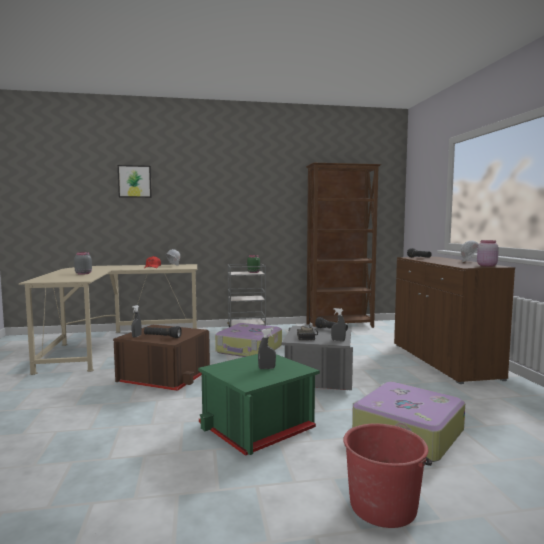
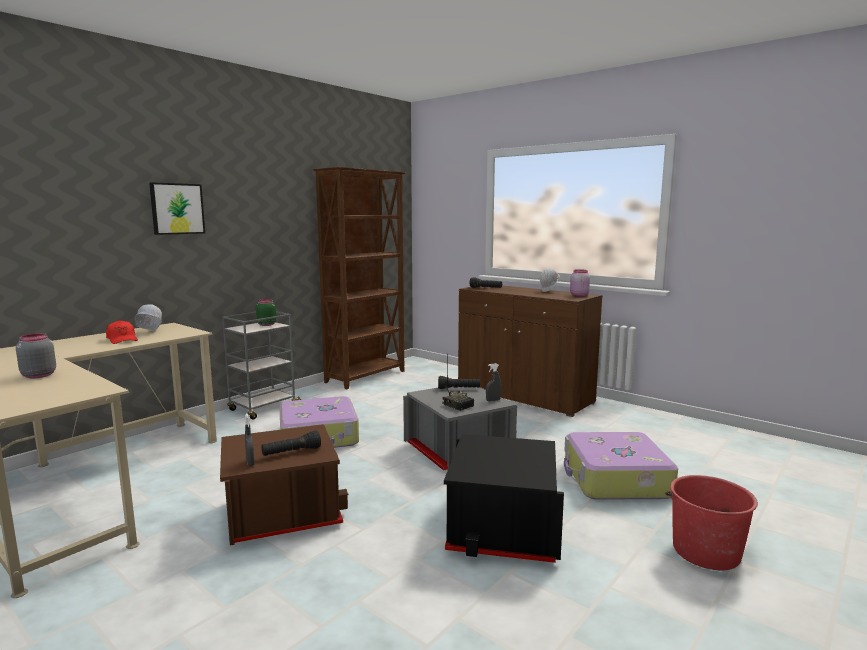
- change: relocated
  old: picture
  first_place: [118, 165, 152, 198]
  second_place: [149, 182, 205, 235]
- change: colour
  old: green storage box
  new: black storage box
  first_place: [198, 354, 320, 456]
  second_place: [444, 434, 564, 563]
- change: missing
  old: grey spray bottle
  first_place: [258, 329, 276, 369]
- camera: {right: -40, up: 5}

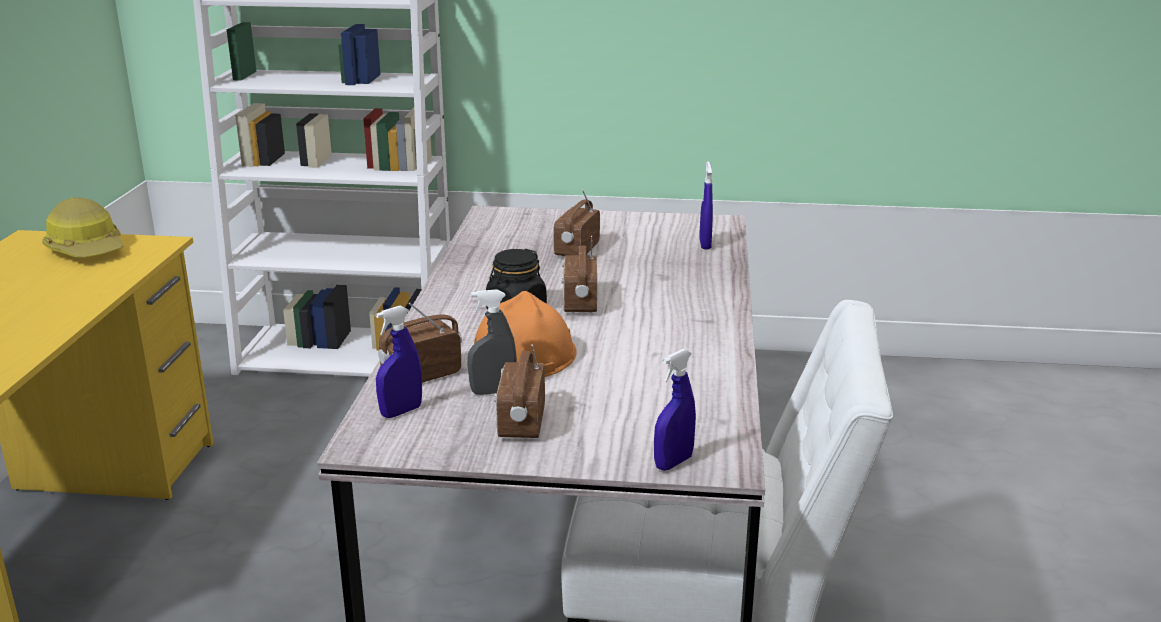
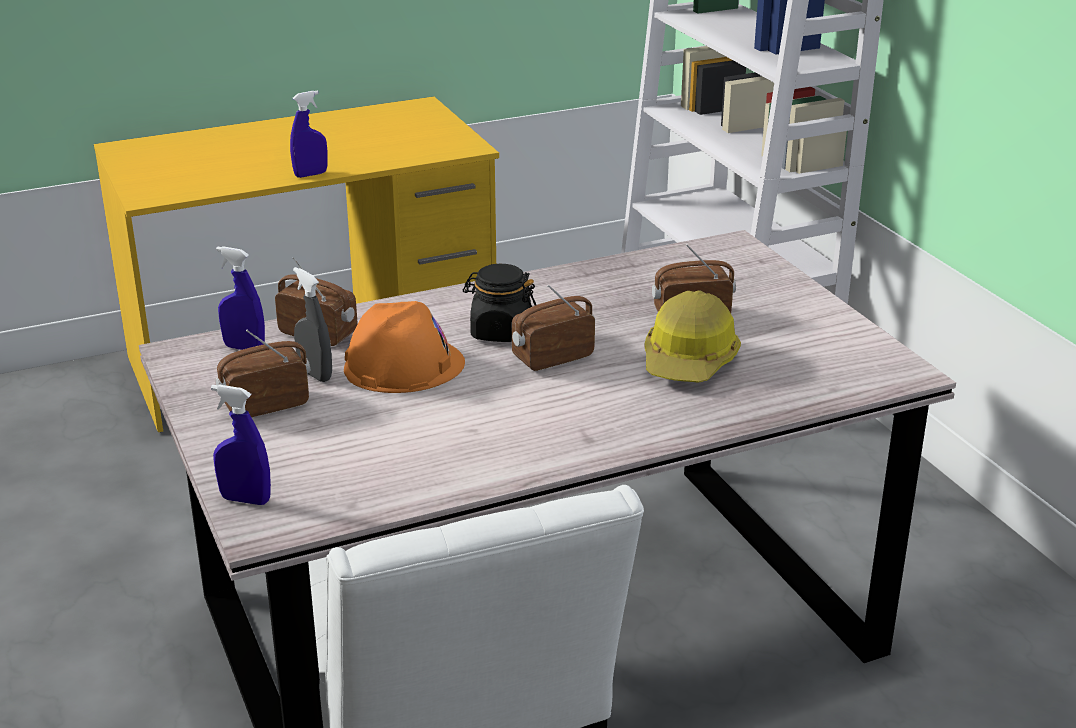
- change: relocated
  old: hard hat
  first_place: [42, 197, 123, 258]
  second_place: [644, 291, 741, 383]
- change: relocated
  old: blue spray bottle
  first_place: [699, 161, 713, 249]
  second_place: [290, 90, 327, 178]
- camera: {right: 60, up: 5}

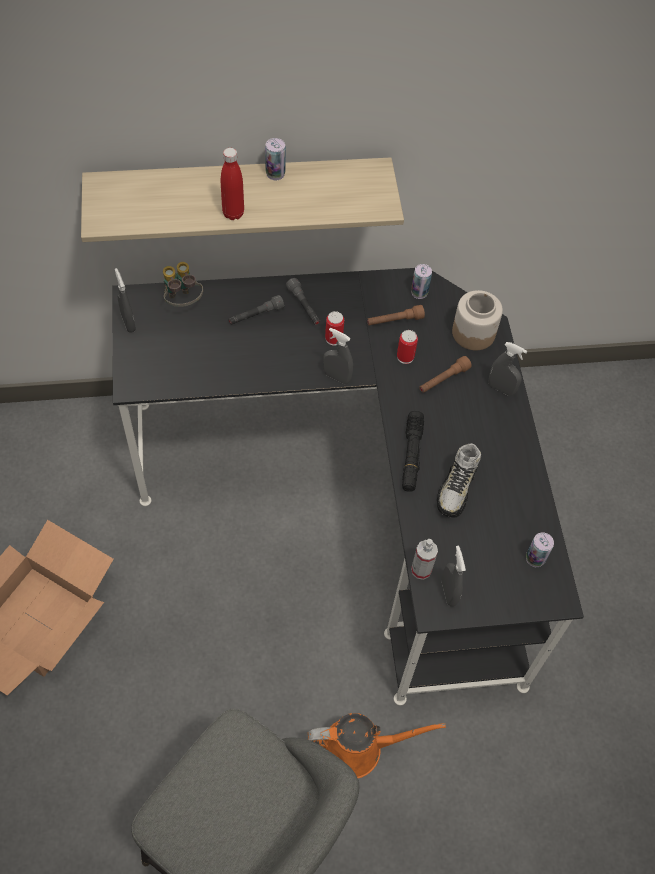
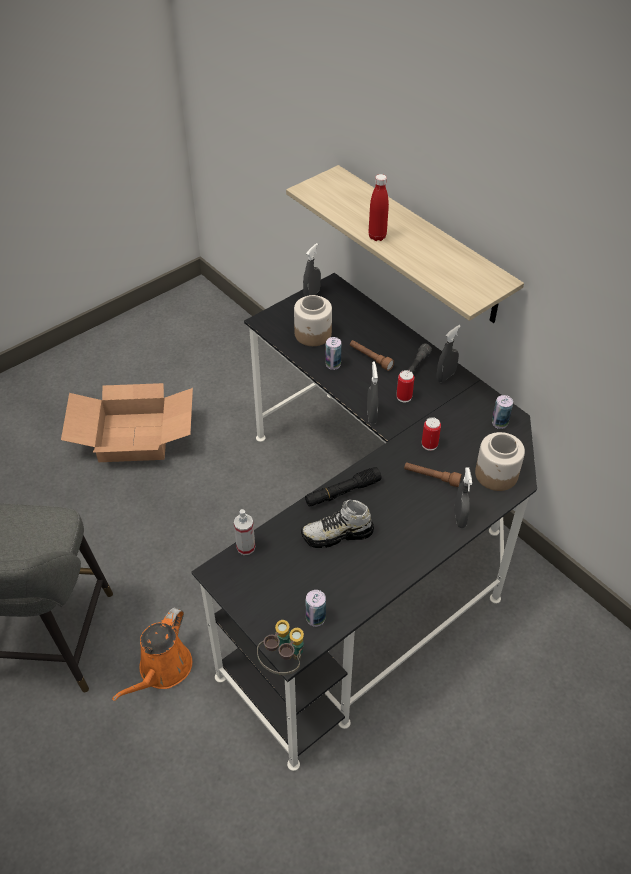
- change: relocated
  old: binoculars
  first_place: [163, 262, 203, 307]
  second_place: [257, 620, 304, 675]
- change: missing
  old: grey flashlight
  first_place: [228, 295, 284, 325]
- change: relocated
  old: can
  first_place: [265, 138, 286, 180]
  second_place: [325, 337, 342, 370]
- change: spun
  old: orange watering can
  first_place: [308, 713, 446, 778]
  second_place: [112, 607, 192, 701]
  degrees: 60
- change: relocated
  old: brown flashlight
  first_place: [367, 305, 425, 325]
  second_place: [350, 340, 394, 371]
- change: relocated
  old: grey spray bottle
  first_place: [442, 546, 466, 607]
  second_place: [436, 325, 461, 382]
- change: appeared
  new: jar
  second_place: [294, 295, 332, 346]
- camera: {right: 60, up: -10}

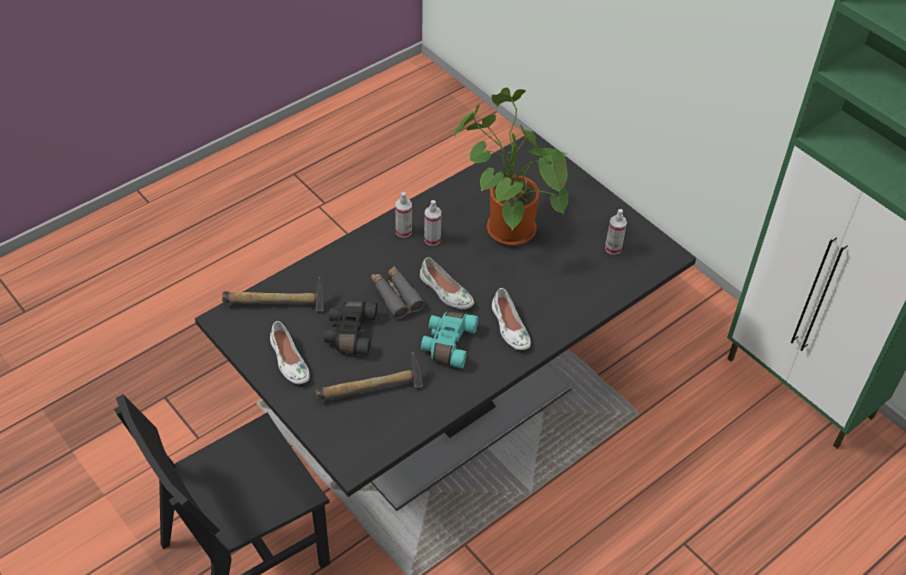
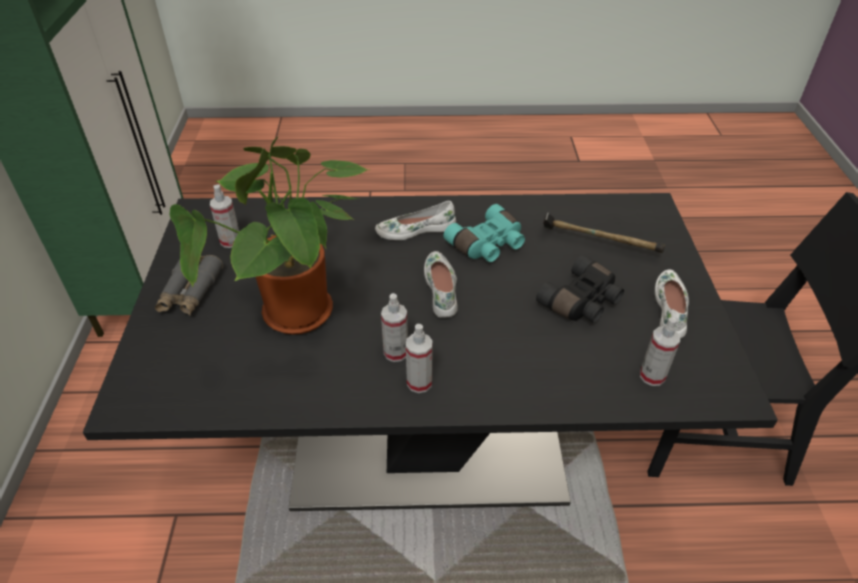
- change: exchanged
  old: hammer
  new: spray bottle
  first_place: [222, 277, 324, 311]
  second_place: [640, 317, 680, 386]
- change: relocated
  old: grey binoculars
  first_place: [371, 266, 425, 319]
  second_place: [155, 255, 223, 316]
- change: spun
  old: white shoe
  first_place: [492, 288, 531, 350]
  second_place: [375, 201, 456, 240]
  degrees: -120
- camera: {right: -140, up: -5}

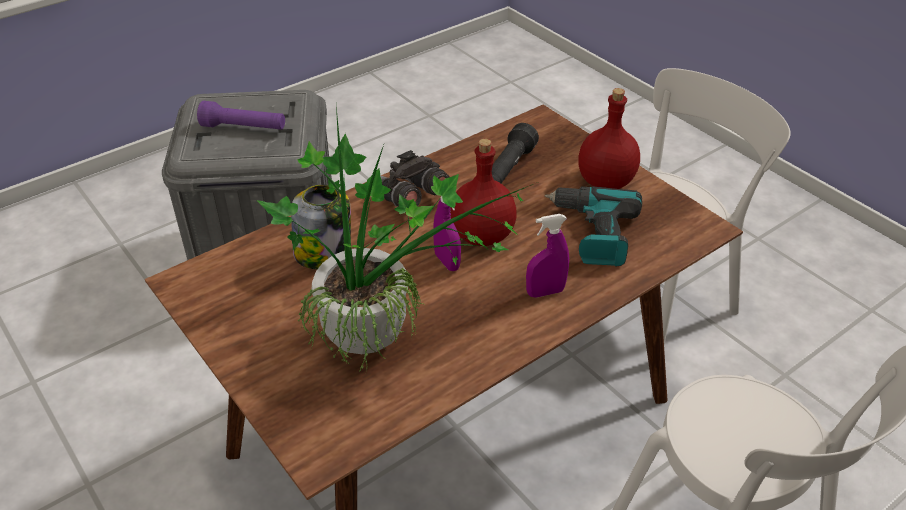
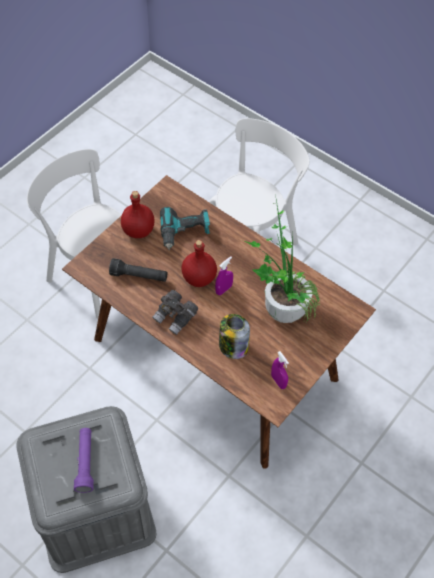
- change: relocated
  old: purple spray bottle
  first_place: [526, 214, 569, 298]
  second_place: [271, 351, 289, 389]
- camera: {right: -105, up: 15}

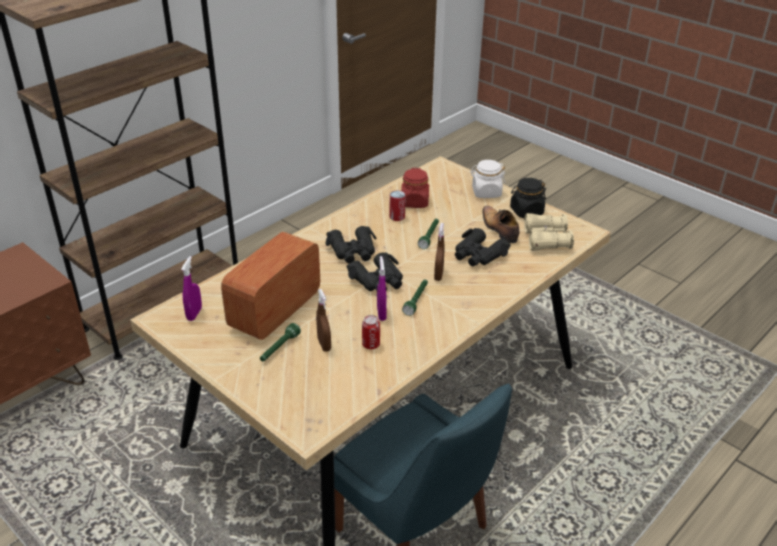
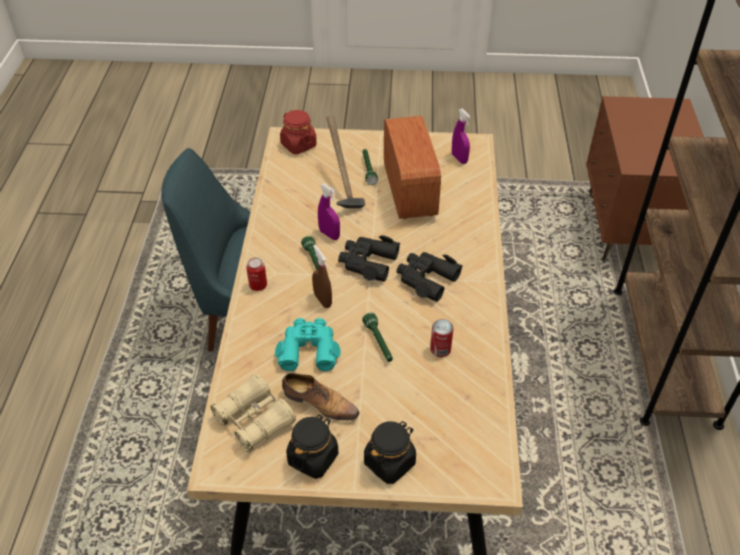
- change: exchanged
  old: brown spray bottle
  new: hammer
  first_place: [316, 289, 331, 352]
  second_place: [327, 115, 366, 208]
- change: relocated
  old: can
  first_place: [362, 315, 380, 349]
  second_place: [246, 257, 267, 291]
- change: relocated
  old: red jar
  first_place: [401, 168, 429, 208]
  second_place: [280, 110, 317, 154]
- change: colour
  old: black binoculars
  new: turquoise binoculars
  first_place: [455, 228, 511, 266]
  second_place: [275, 318, 341, 371]
- change: colour
  old: white jar
  new: black jar
  first_place: [470, 160, 505, 198]
  second_place: [364, 421, 416, 484]
- camera: {right: 140, up: 10}

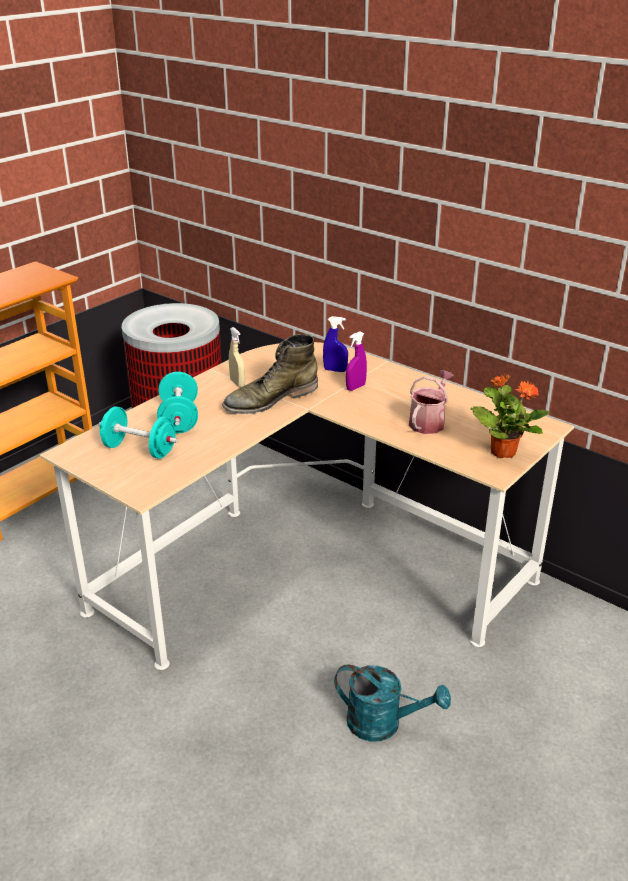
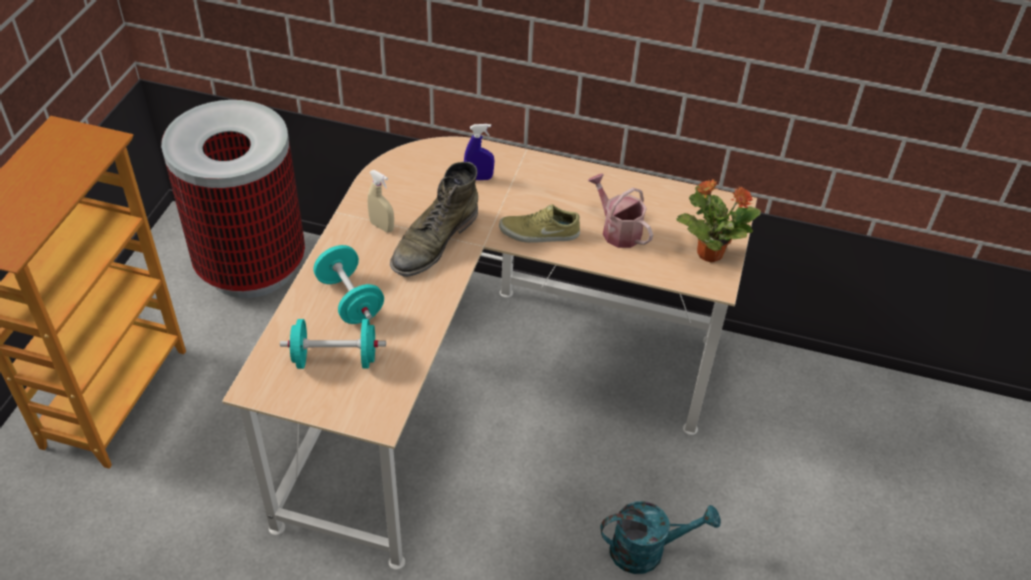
- change: missing
  old: purple spray bottle
  first_place: [346, 331, 367, 391]
- change: spun
  old: watering can
  first_place: [409, 370, 454, 434]
  second_place: [587, 174, 653, 248]
  degrees: -45
- change: appeared
  new: beige shoe
  second_place: [499, 204, 580, 243]
- camera: {right: -25, up: 15}

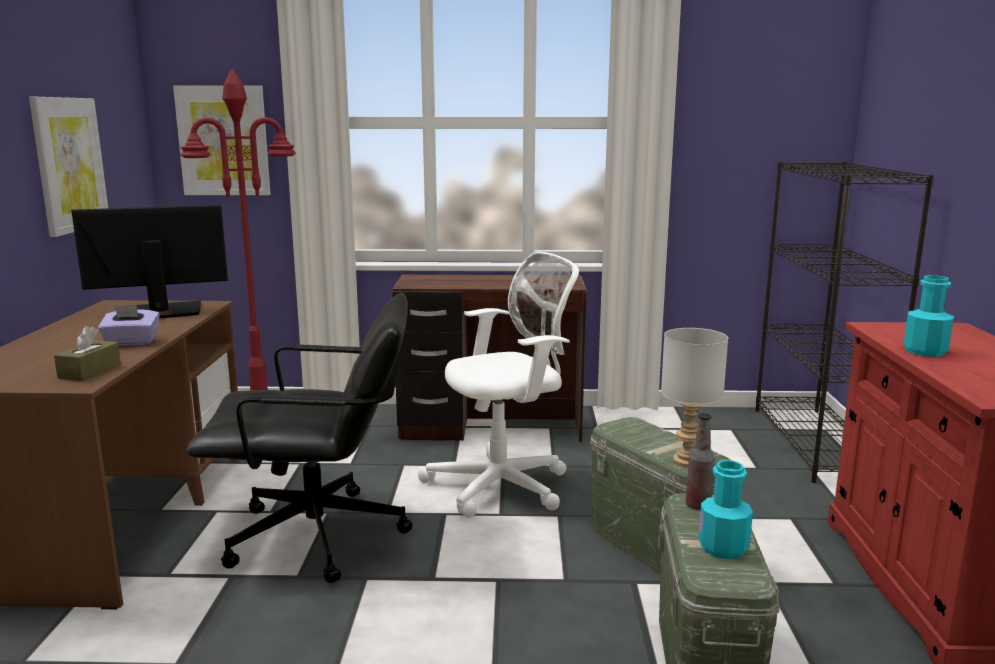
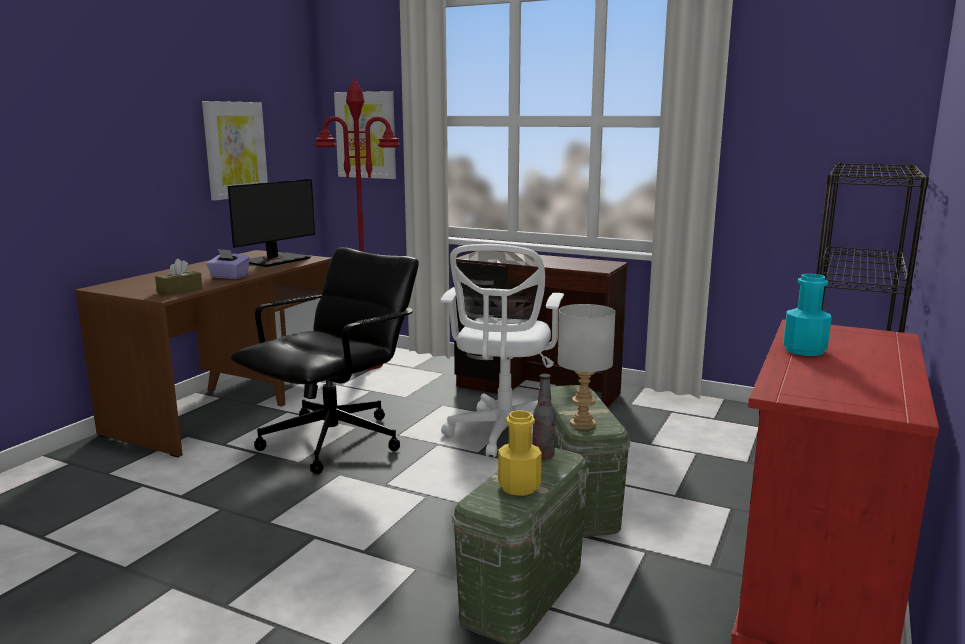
- change: spun
  old: monitor
  first_place: [71, 205, 228, 318]
  second_place: [228, 179, 315, 267]
  degrees: 120
- change: spun
  old: black office chair
  first_place: [187, 293, 412, 583]
  second_place: [231, 247, 419, 474]
  degrees: -75
- change: spun
  old: white office chair
  first_place: [418, 252, 579, 518]
  second_place: [440, 244, 564, 457]
  degrees: 105
- change: colour
  old: turquoise bottle
  new: yellow bottle
  first_place: [698, 460, 753, 559]
  second_place: [498, 410, 542, 496]
- camera: {right: 25, up: 0}

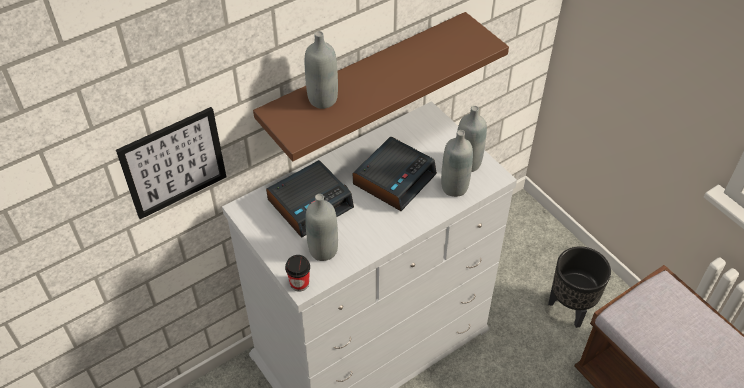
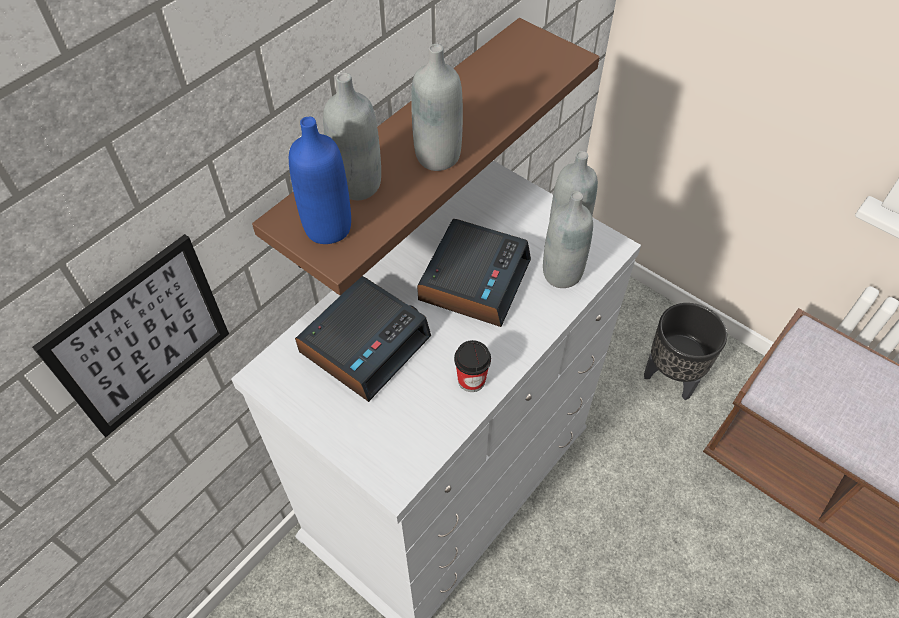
- change: relocated
  old: cup
  first_place: [285, 255, 310, 292]
  second_place: [454, 340, 491, 392]
- change: relocated
  old: grey bottle
  first_place: [305, 194, 338, 261]
  second_place: [411, 44, 463, 171]
- change: appeared
  new: blue bottle
  second_place: [289, 117, 351, 244]
- camera: {right: -15, up: 5}

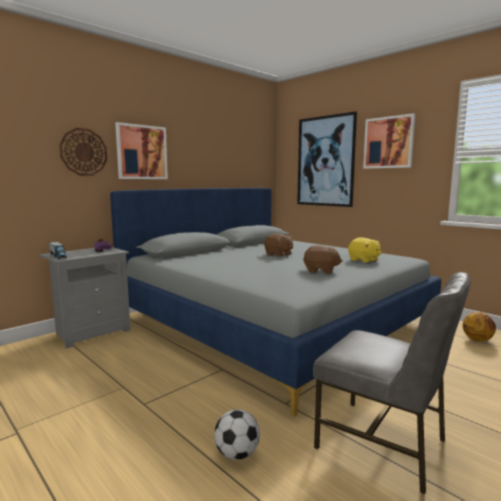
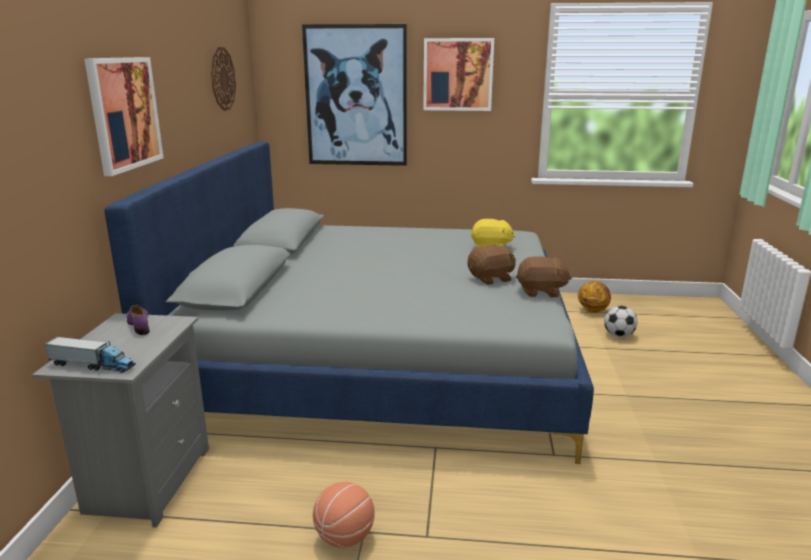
- change: relocated
  old: wall clock
  first_place: [59, 128, 107, 176]
  second_place: [211, 47, 236, 111]
- change: relocated
  old: football
  first_place: [214, 409, 260, 460]
  second_place: [604, 306, 638, 337]
- change: relocated
  old: brown plush toy
  first_place: [264, 233, 293, 257]
  second_place: [516, 256, 572, 297]
- change: missing
  old: grey chair
  first_place: [313, 272, 471, 494]
- change: appeared
  new: basketball
  second_place: [313, 482, 375, 548]
- camera: {right: -40, up: 10}

